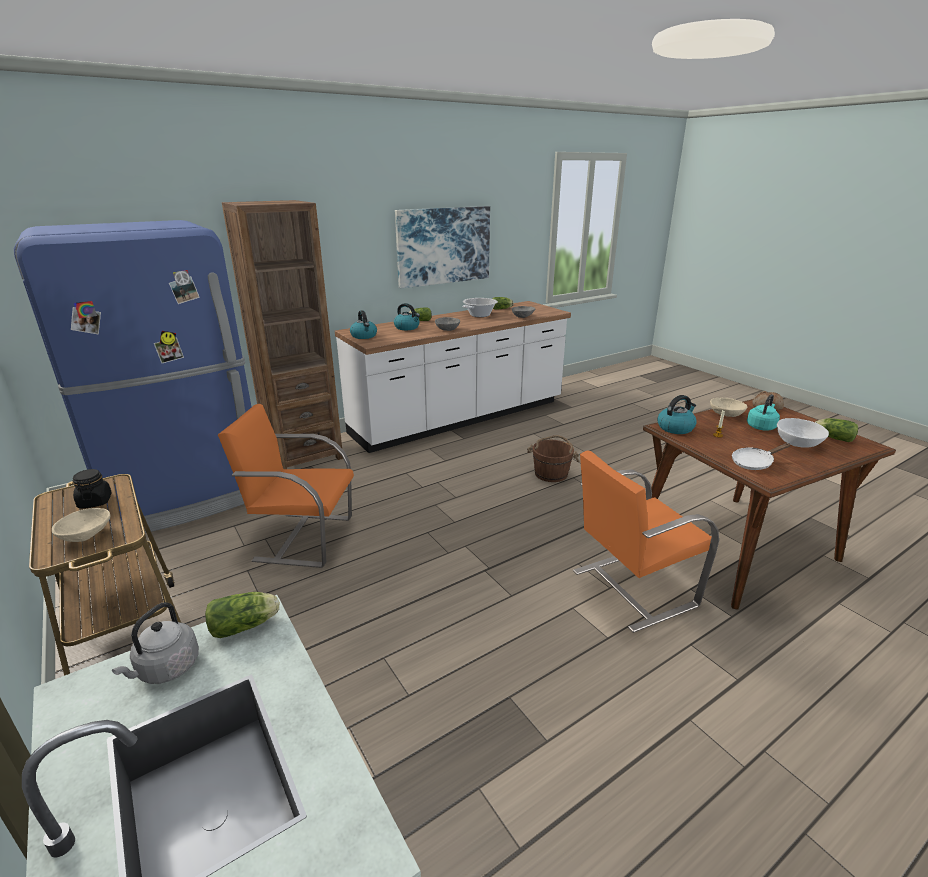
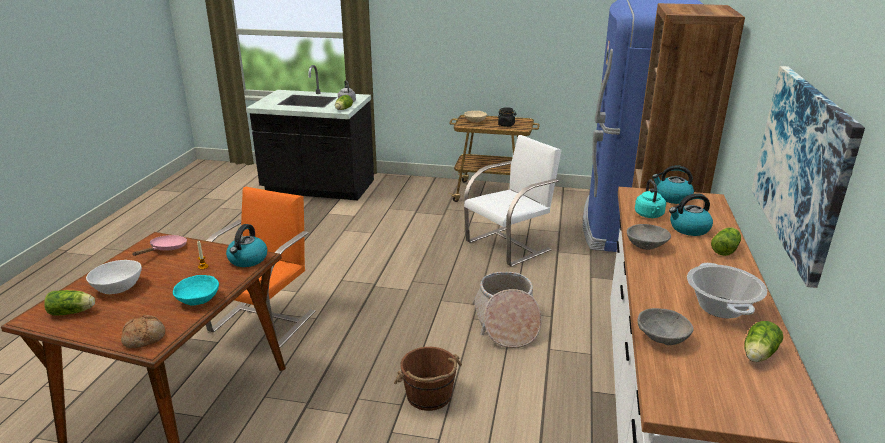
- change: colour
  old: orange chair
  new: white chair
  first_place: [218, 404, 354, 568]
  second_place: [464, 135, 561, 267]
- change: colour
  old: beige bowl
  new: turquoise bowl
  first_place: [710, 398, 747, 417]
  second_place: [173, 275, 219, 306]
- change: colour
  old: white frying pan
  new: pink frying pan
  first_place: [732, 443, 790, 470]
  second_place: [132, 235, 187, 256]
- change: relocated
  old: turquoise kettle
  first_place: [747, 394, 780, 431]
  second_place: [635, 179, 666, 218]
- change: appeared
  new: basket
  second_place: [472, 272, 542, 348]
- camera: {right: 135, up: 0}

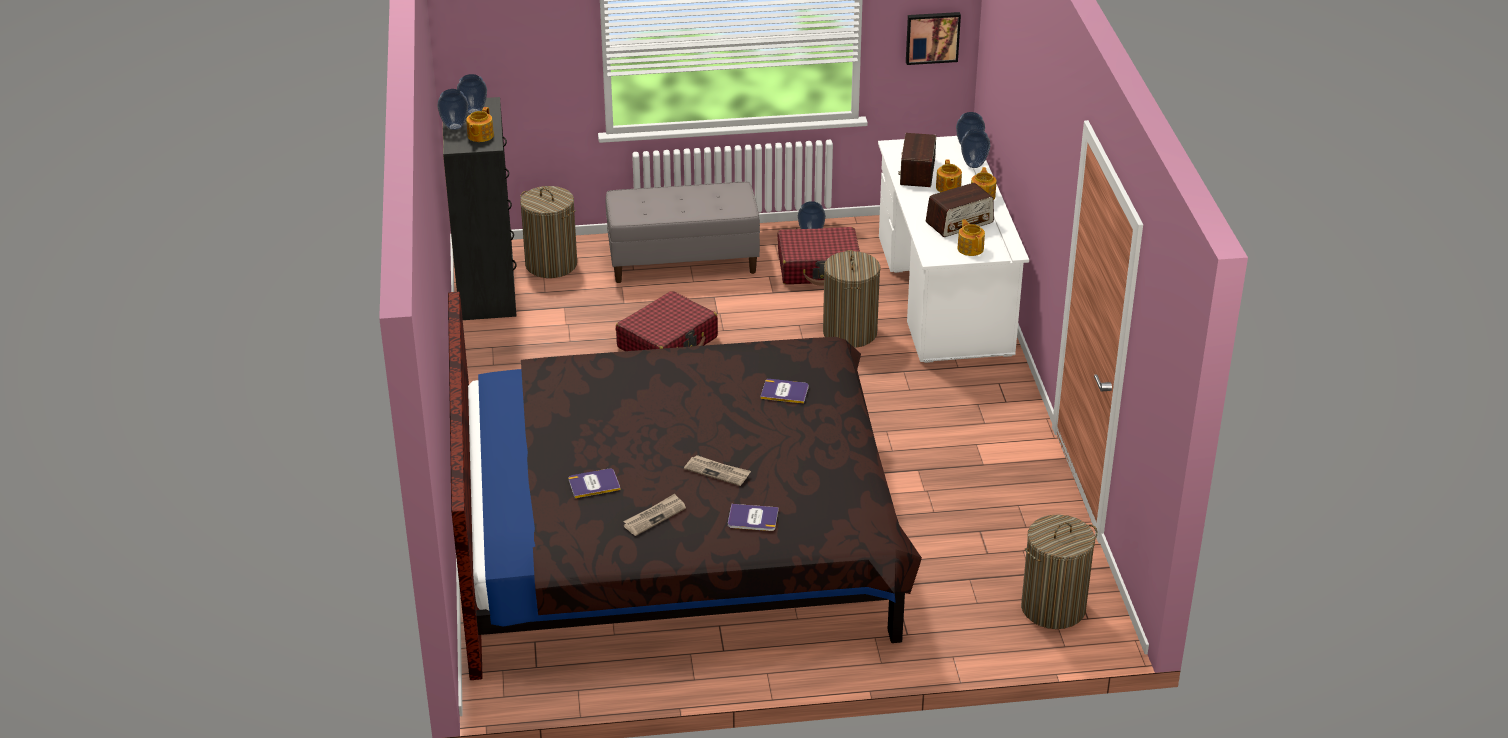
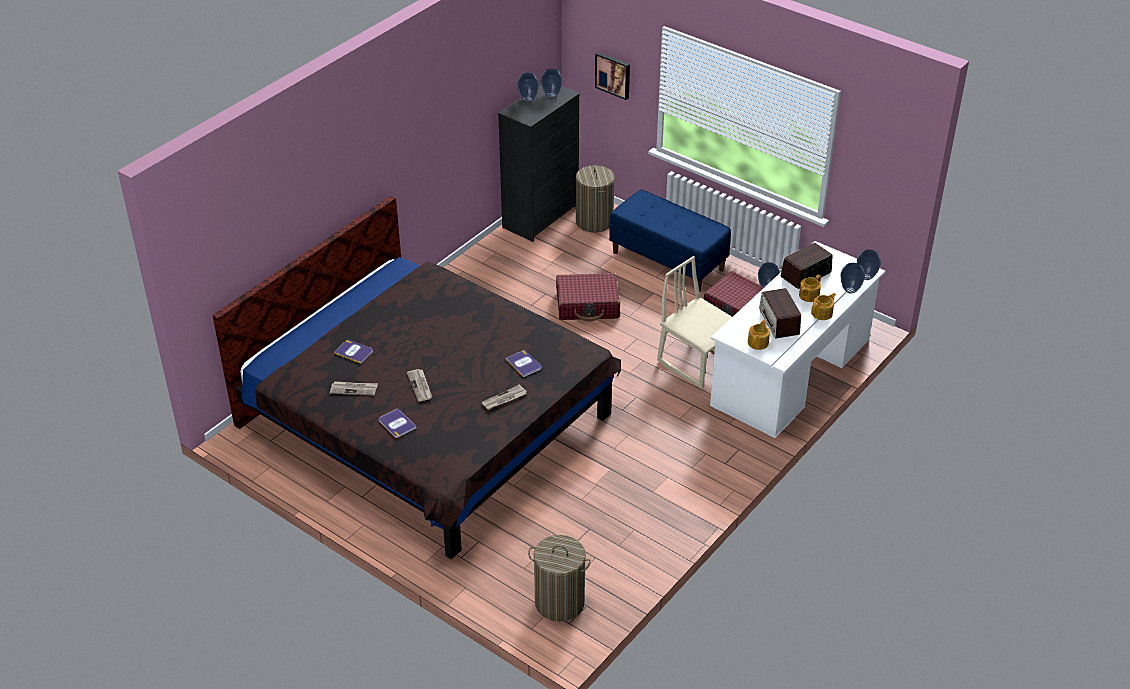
- change: missing
  old: teapot
  first_place: [466, 107, 494, 142]
- change: colour
  old: grey bench
  new: blue bench
  first_place: [606, 182, 760, 283]
  second_place: [609, 190, 731, 292]
- change: exchanged
  old: laundry basket
  new: beige chair
  first_place: [823, 250, 880, 348]
  second_place: [657, 256, 732, 389]
- change: relocated
  old: picture
  first_place: [906, 12, 961, 65]
  second_place: [595, 52, 630, 100]
- change: spun
  old: radio
  first_place: [926, 183, 994, 237]
  second_place: [759, 288, 801, 339]
  degrees: 60
- change: appeared
  new: newspaper
  second_place: [482, 384, 527, 410]
- camera: {right: 45, up: 5}

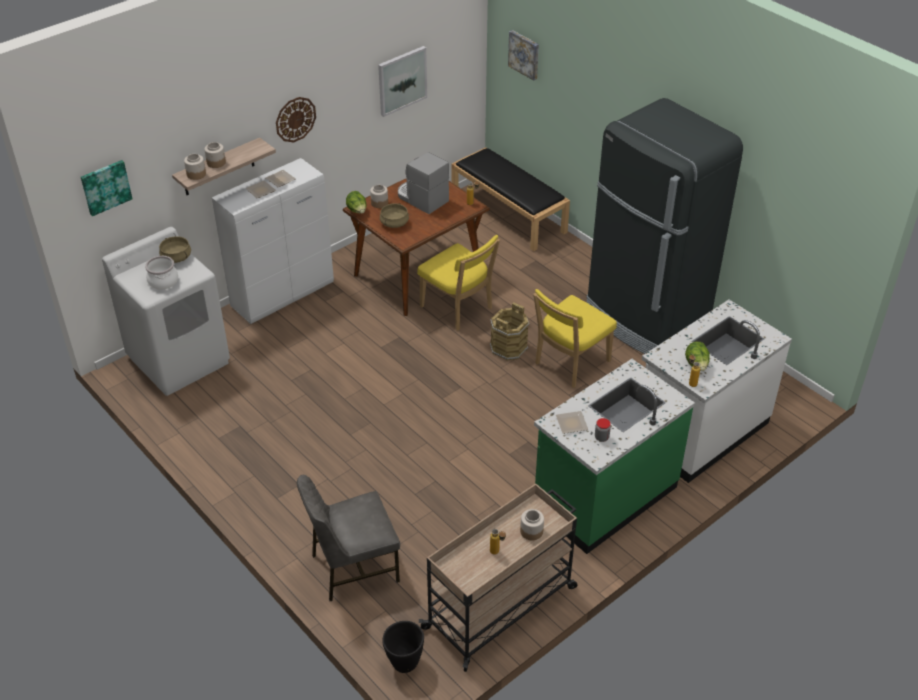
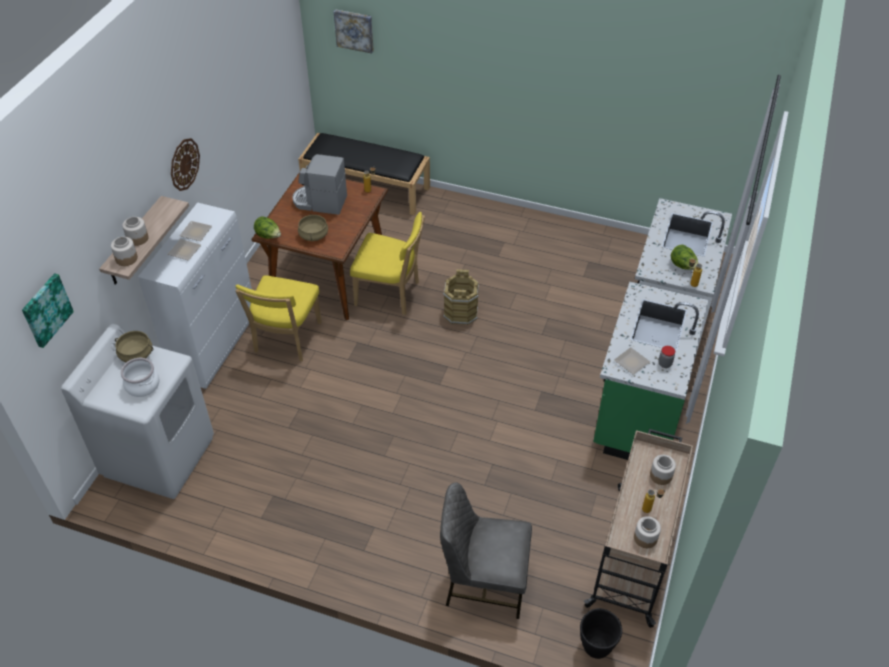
- change: spun
  old: grey chair
  first_place: [297, 475, 400, 601]
  second_place: [440, 482, 532, 619]
  degrees: 60
- change: relocated
  old: jar
  first_place: [370, 185, 388, 208]
  second_place: [634, 516, 661, 548]
- change: missing
  old: picture
  first_place: [378, 46, 427, 117]
- change: relocated
  old: yellow chair
  first_place: [533, 289, 617, 388]
  second_place: [235, 275, 322, 361]
- change: missing
  old: black fridge
  first_place: [586, 98, 743, 354]
- camera: {right: -30, up: 5}

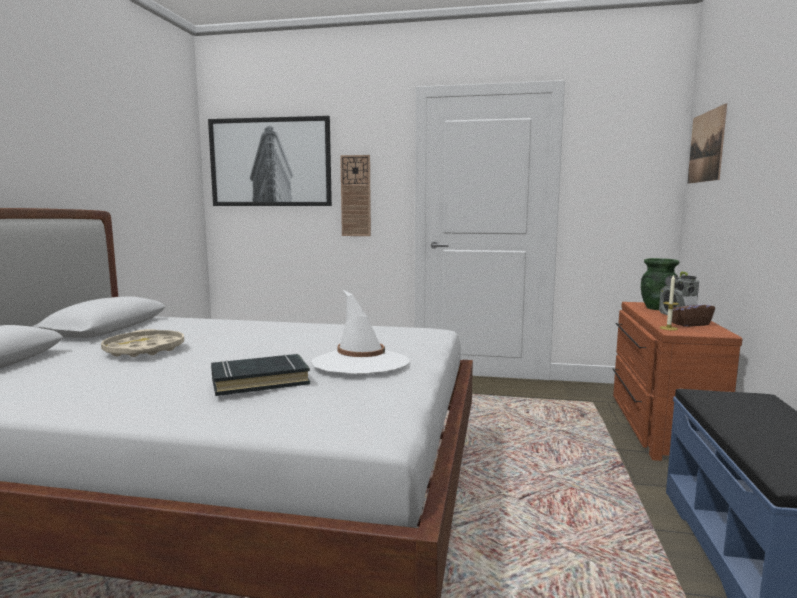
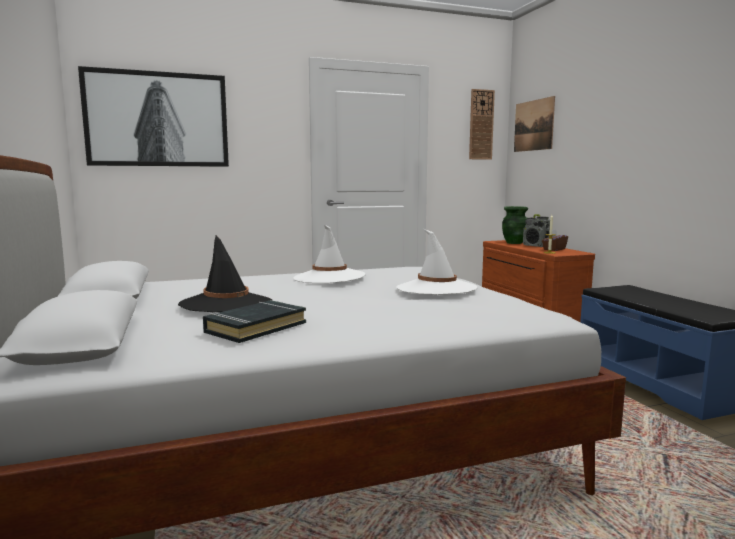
- change: exchanged
  old: beige tray
  new: black hat
  first_place: [101, 329, 184, 357]
  second_place: [178, 235, 273, 312]
- change: relocated
  old: black book
  first_place: [211, 354, 310, 396]
  second_place: [203, 300, 306, 343]
- change: relocated
  old: wall clock
  first_place: [340, 155, 371, 236]
  second_place: [469, 89, 495, 160]
- change: appeared
  new: white hat
  second_place: [294, 225, 366, 283]
- camera: {right: -30, up: 0}

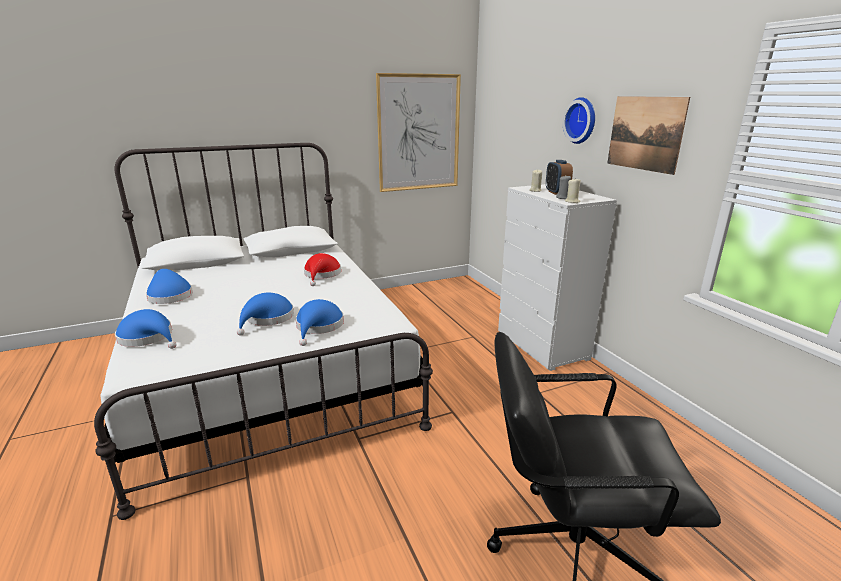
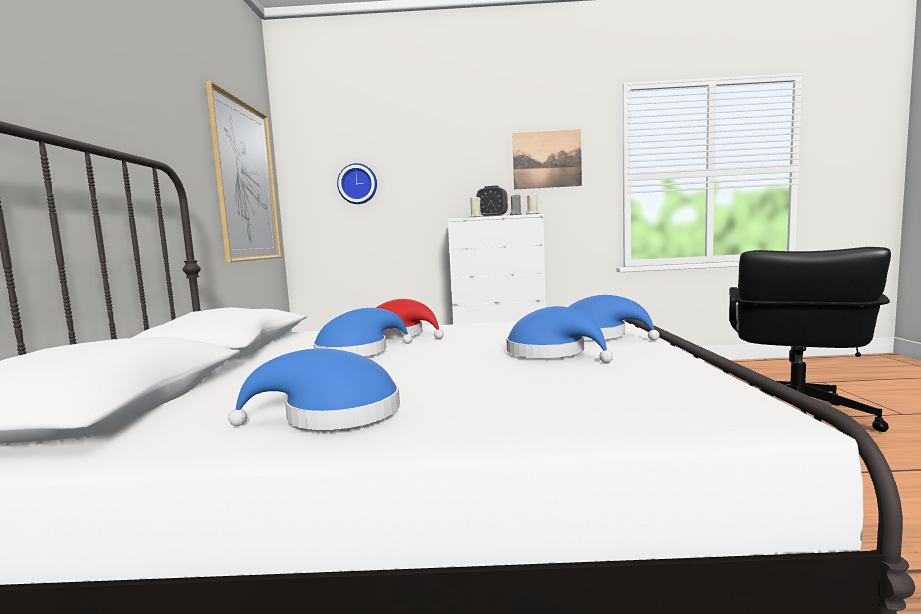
- change: relocated
  old: blue hat
  first_place: [115, 309, 176, 349]
  second_place: [313, 308, 413, 356]
- change: relocated
  old: wall clock
  first_place: [563, 97, 595, 144]
  second_place: [337, 163, 377, 204]
- camera: {right: -65, up: -15}

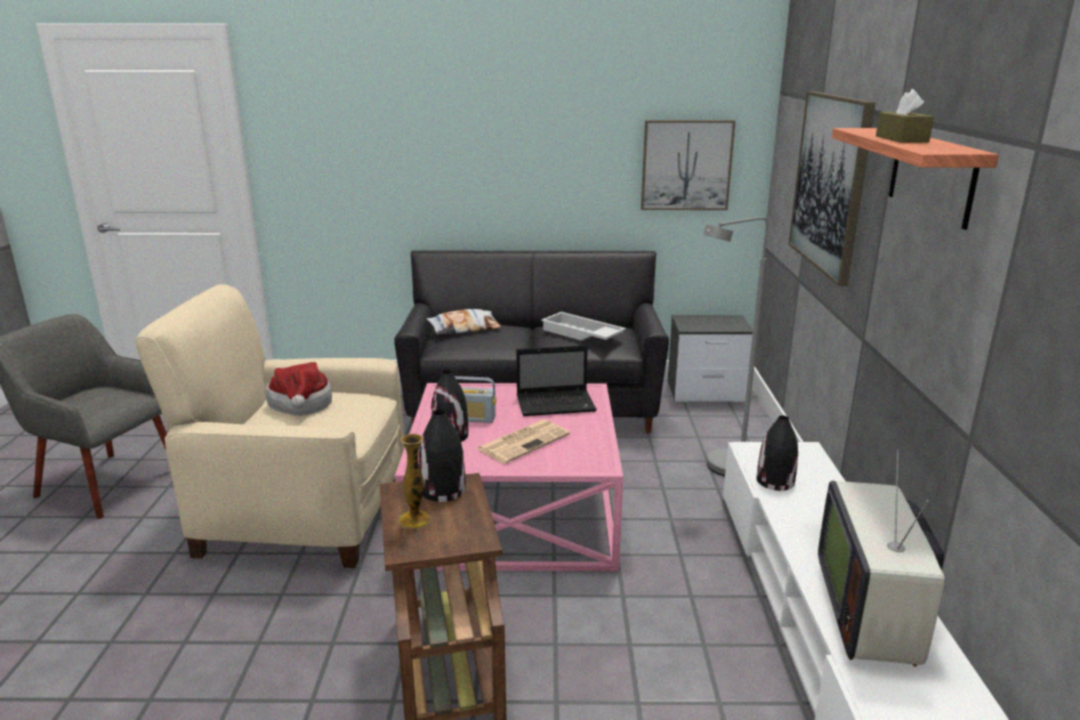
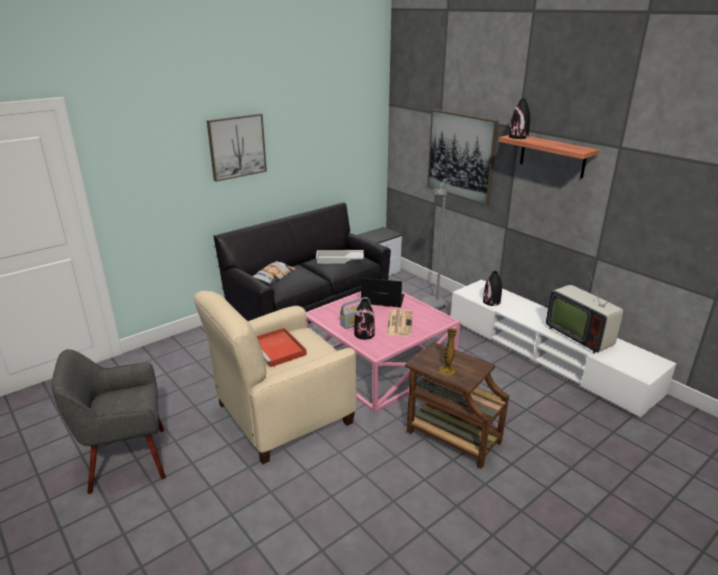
- change: exchanged
  old: hat
  new: red tray
  first_place: [265, 362, 332, 416]
  second_place: [257, 328, 307, 367]
- change: relocated
  old: black vase
  first_place: [419, 410, 466, 502]
  second_place: [509, 99, 530, 139]
- change: spun
  old: laptop
  first_place: [516, 345, 597, 416]
  second_place: [361, 278, 405, 307]
  degrees: -120
- change: relocated
  old: picture
  first_place: [641, 120, 736, 210]
  second_place: [207, 114, 267, 182]
- change: missing
  old: brown tissue box
  first_place: [876, 89, 934, 143]
- camera: {right: -40, up: 5}

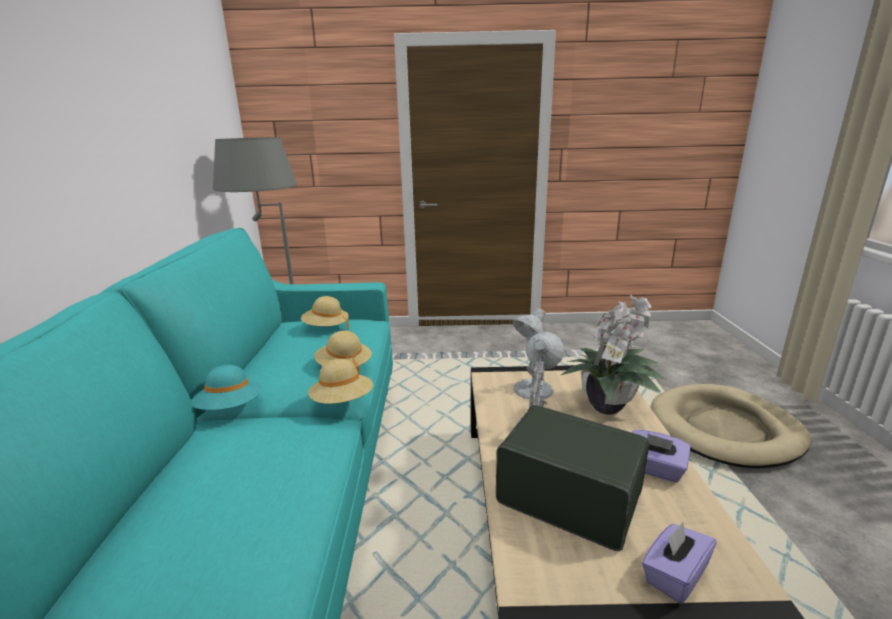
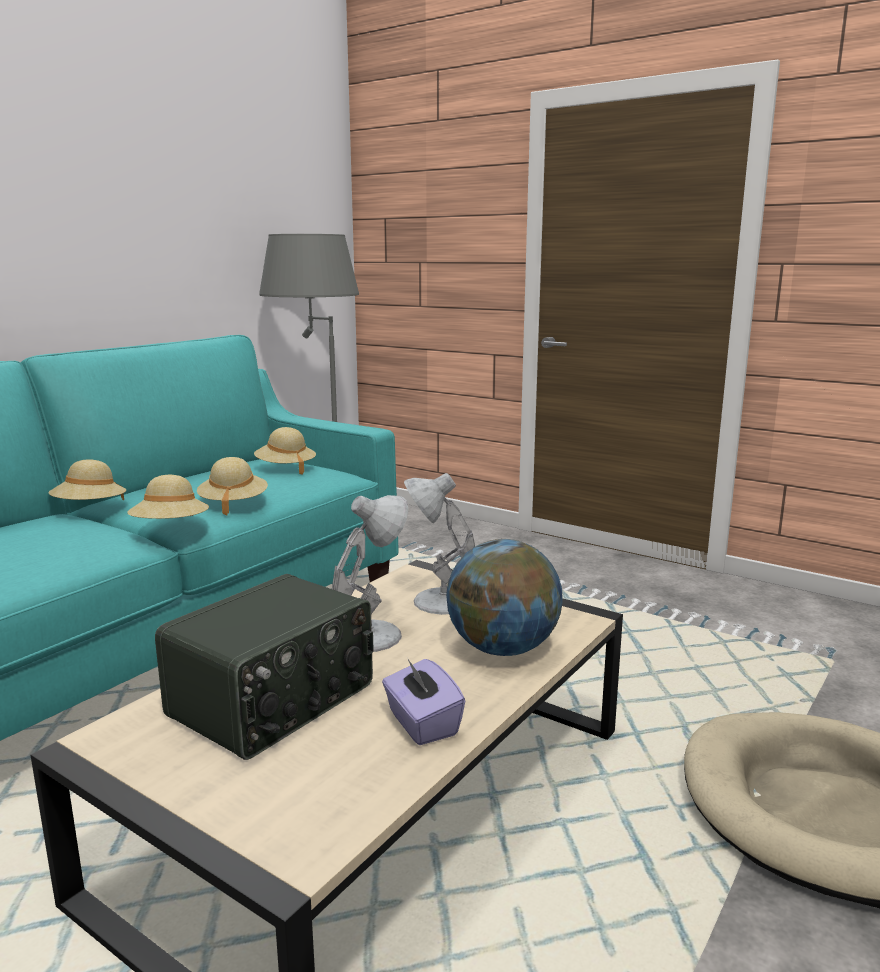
- change: colour
  old: turquoise hat
  new: beige hat
  first_place: [192, 365, 261, 410]
  second_place: [48, 460, 126, 500]
- change: spun
  old: radio
  first_place: [496, 405, 649, 551]
  second_place: [155, 574, 374, 760]
  degrees: 60
- change: exchanged
  old: potted plant
  new: globe
  first_place: [561, 295, 665, 415]
  second_place: [446, 539, 563, 656]
- change: missing
  old: purple tissue box
  first_place: [642, 522, 717, 604]
- camera: {right: 35, up: -5}

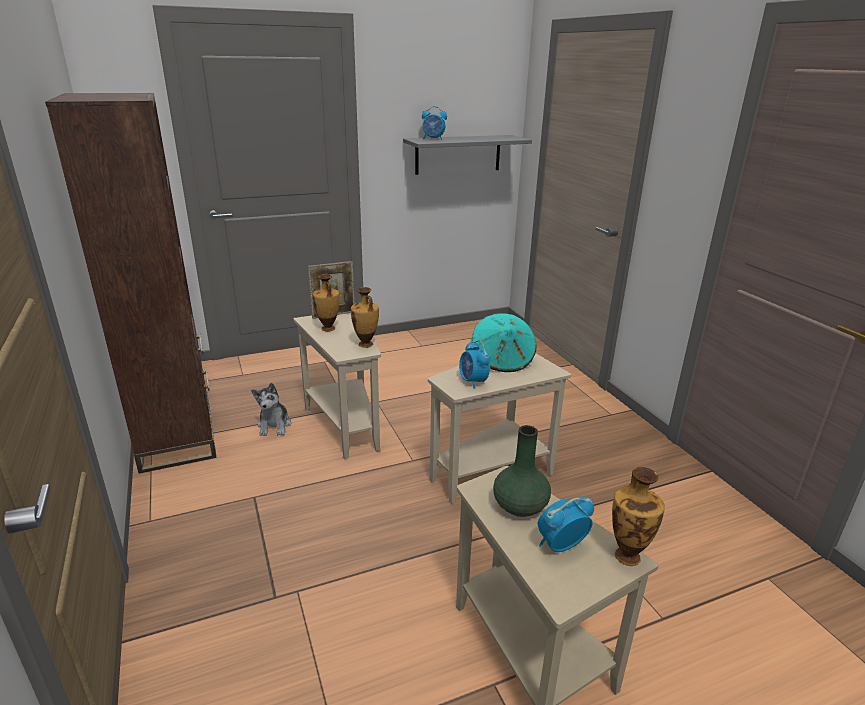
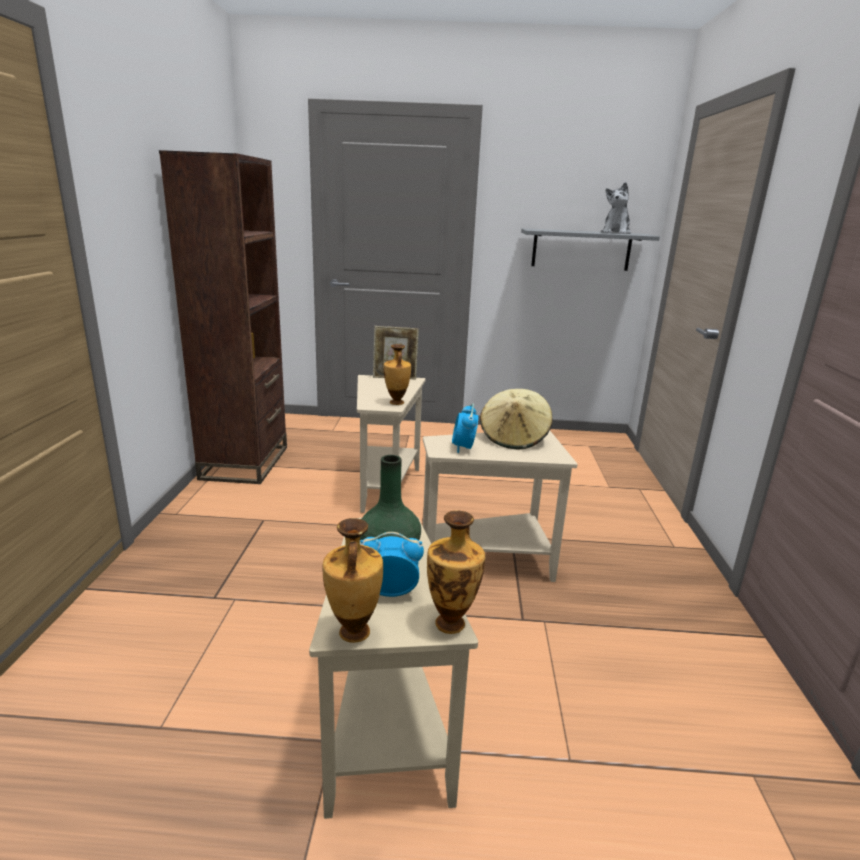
- change: relocated
  old: plush toy
  first_place: [251, 383, 291, 436]
  second_place: [601, 182, 631, 234]
- change: relocated
  old: vase
  first_place: [313, 274, 340, 331]
  second_place: [323, 518, 383, 643]
- change: missing
  old: alarm clock
  first_place: [422, 106, 447, 140]
- change: colour
  old: turquoise hat
  new: beige hat
  first_place: [471, 313, 536, 372]
  second_place: [480, 389, 552, 449]
- camera: {right: 25, up: -5}

